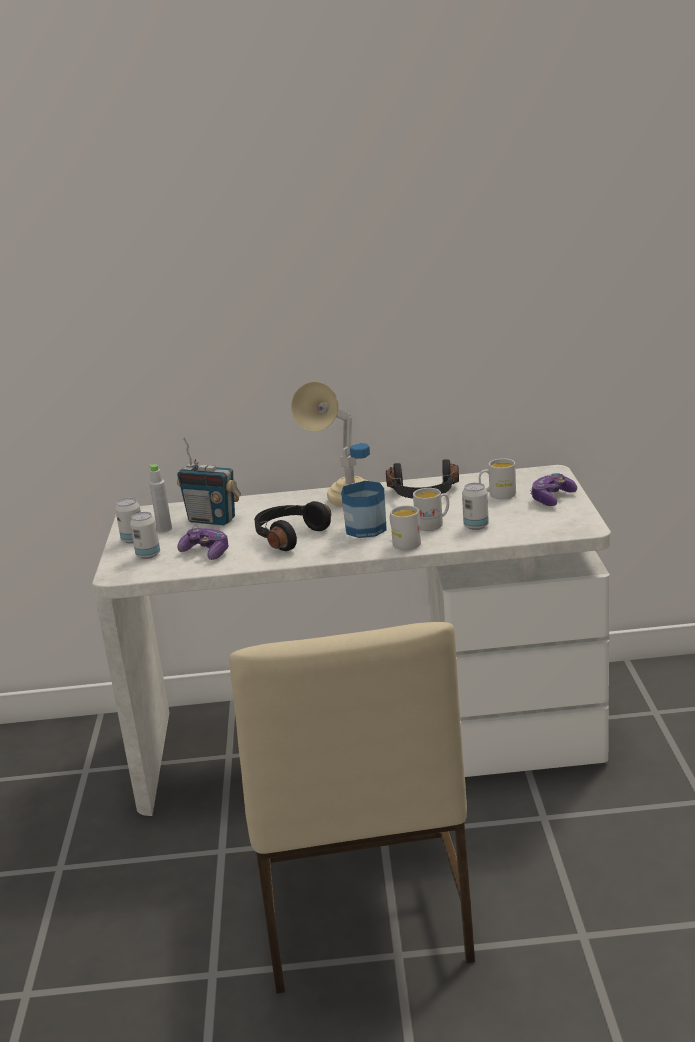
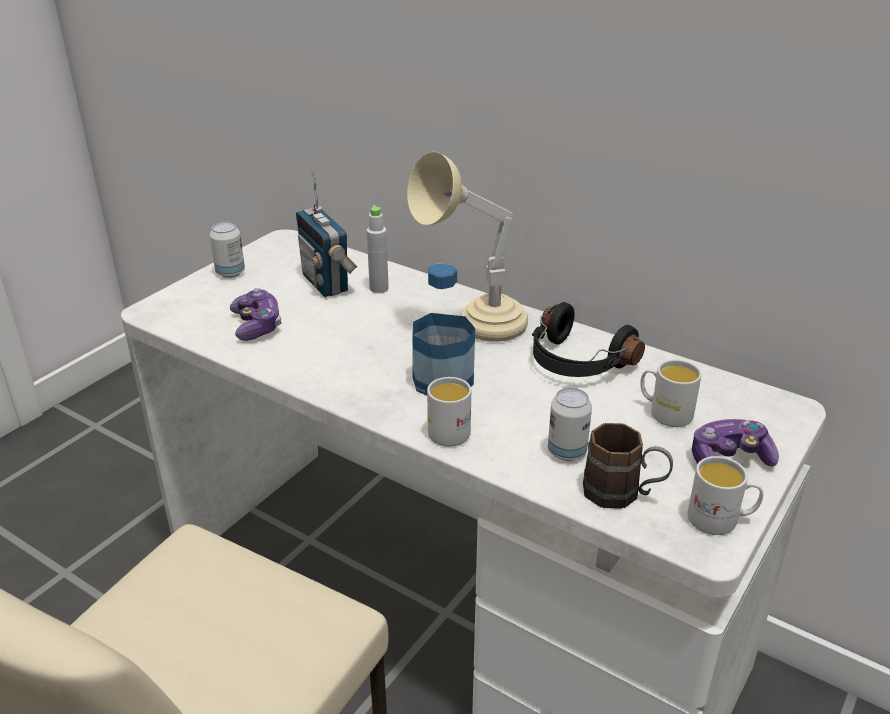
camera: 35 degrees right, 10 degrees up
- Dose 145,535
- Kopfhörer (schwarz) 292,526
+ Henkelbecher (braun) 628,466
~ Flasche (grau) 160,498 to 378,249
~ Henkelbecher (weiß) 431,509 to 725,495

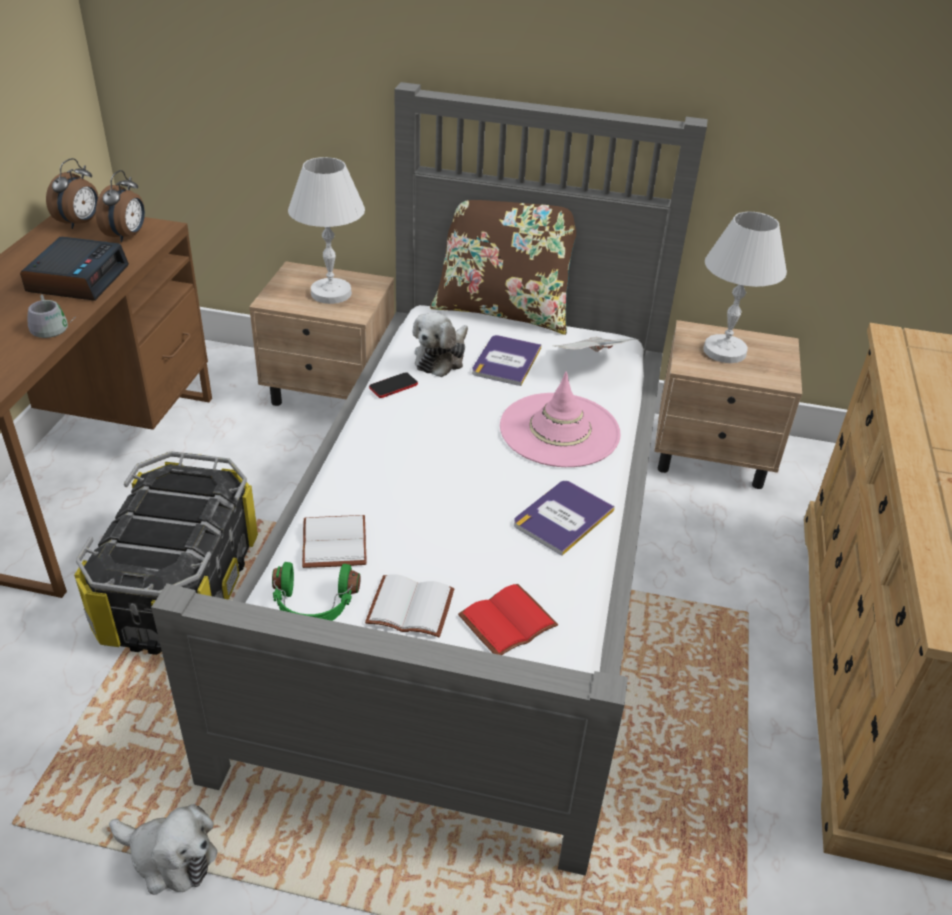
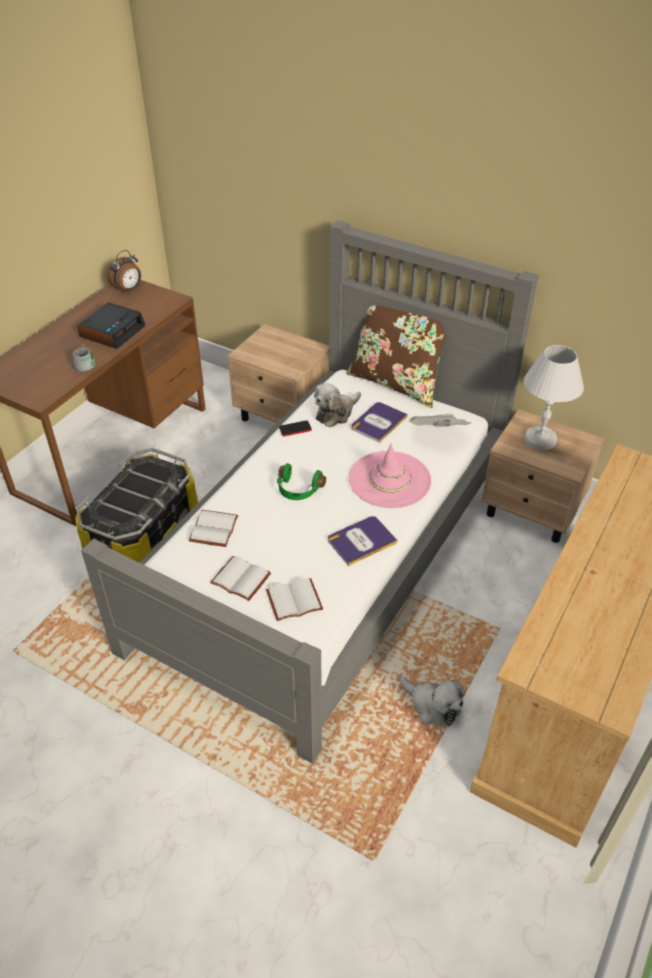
camera: 20 degrees right, 5 degrees up
- Wecker 120,206
- Tischlampe (weiß) 326,230
~ Plüschtier 163,849 to 432,701
~ Kopfhörer (grün) 316,591 to 301,481
~ Buch (rot) 508,619 to Buch (weiß) 294,599

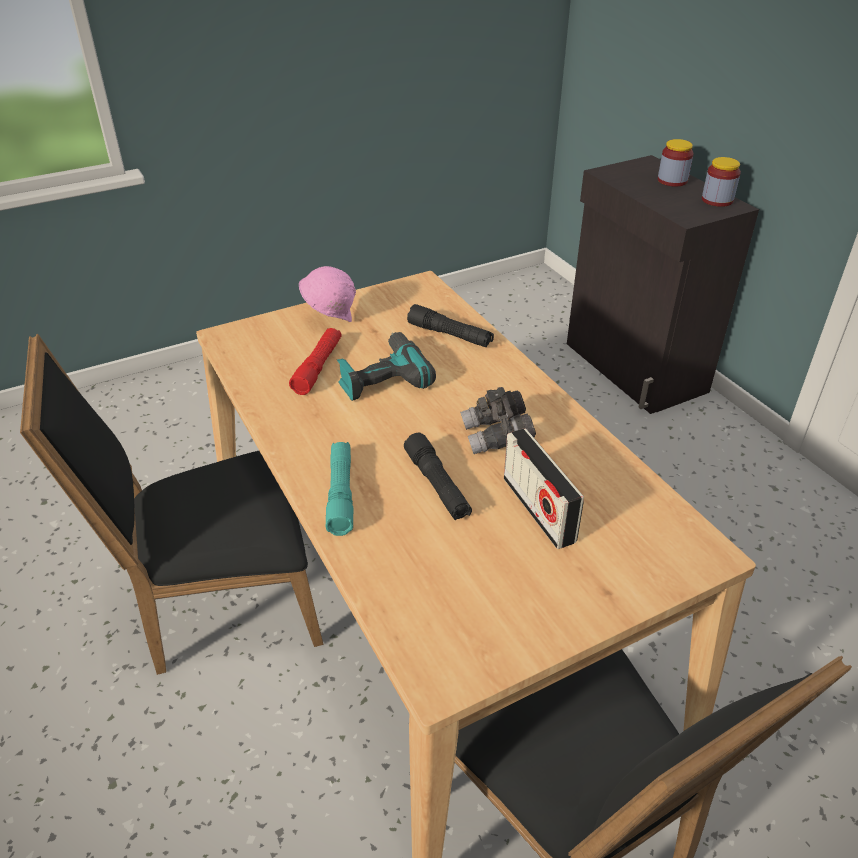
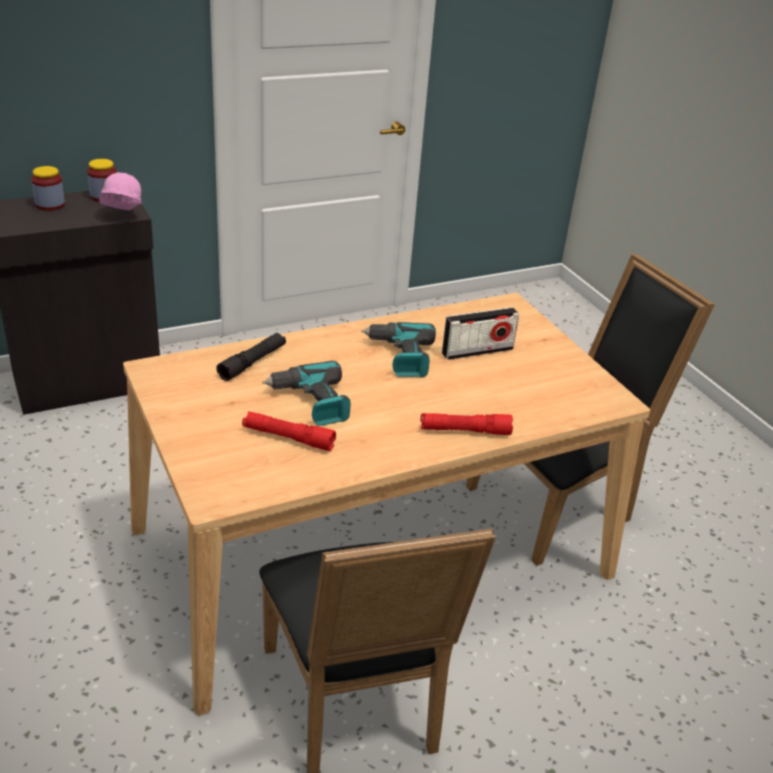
camera: 90 degrees left, 5 degrees down
- Taschenlampe (schwarz) 438,477
~ Schutzhelm (rosa) 327,294 to 120,191
~ Fernglas (grau) 498,420 to Bohrmaschine 398,349
~ Taschenlampe (türkis) 339,489 to Taschenlampe (rot) 467,424

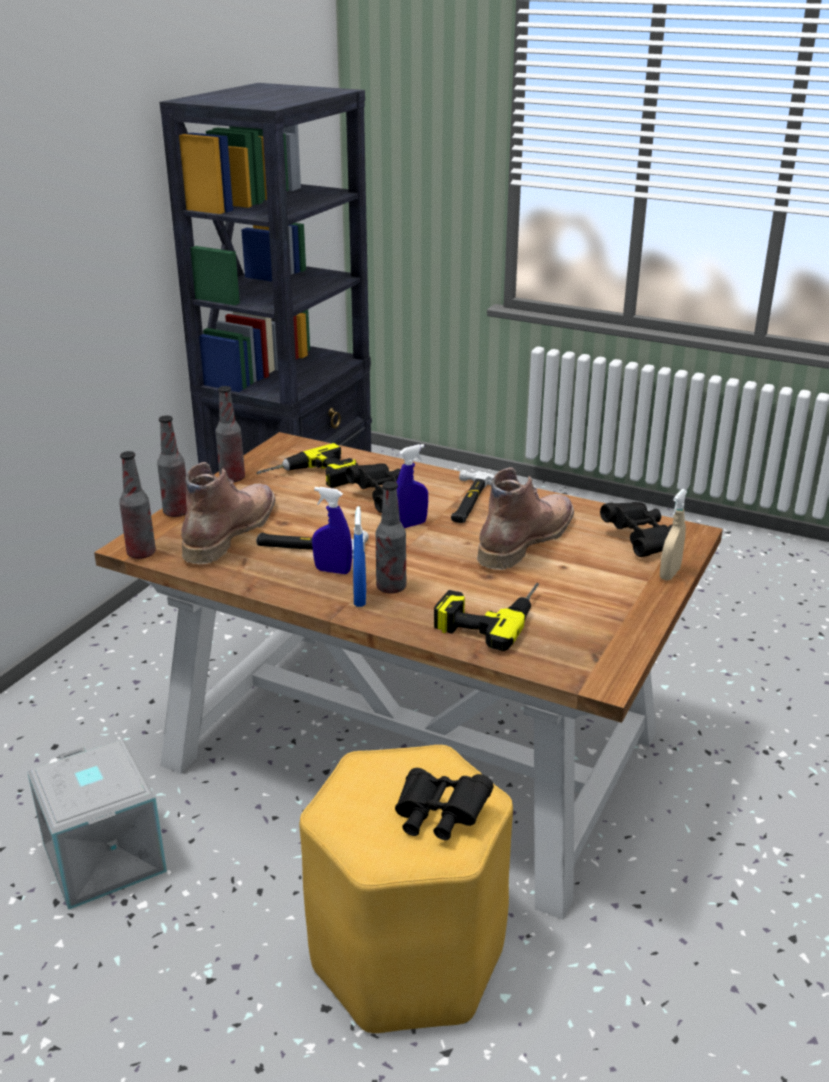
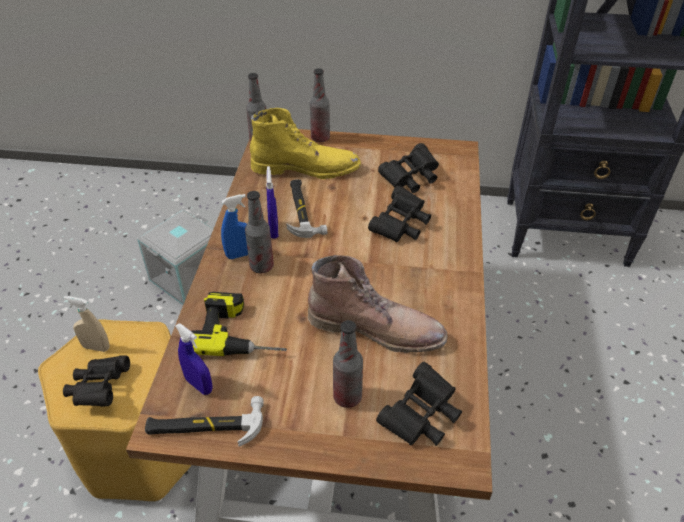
camera: 70 degrees right, 15 degrees up
~ Flasche 230,434 to 348,364
~ Sprühflasche (blau) 412,486 to 193,359
~ Hammer 472,496 to 204,421
~ Sprühflasche (beige) 673,535 to 87,324
~ Bohrmaschine 307,465 to Fernglas (schwarz) 408,168
~ Stiefel (braun) 228,513 to Stiefel (gelb) 305,143

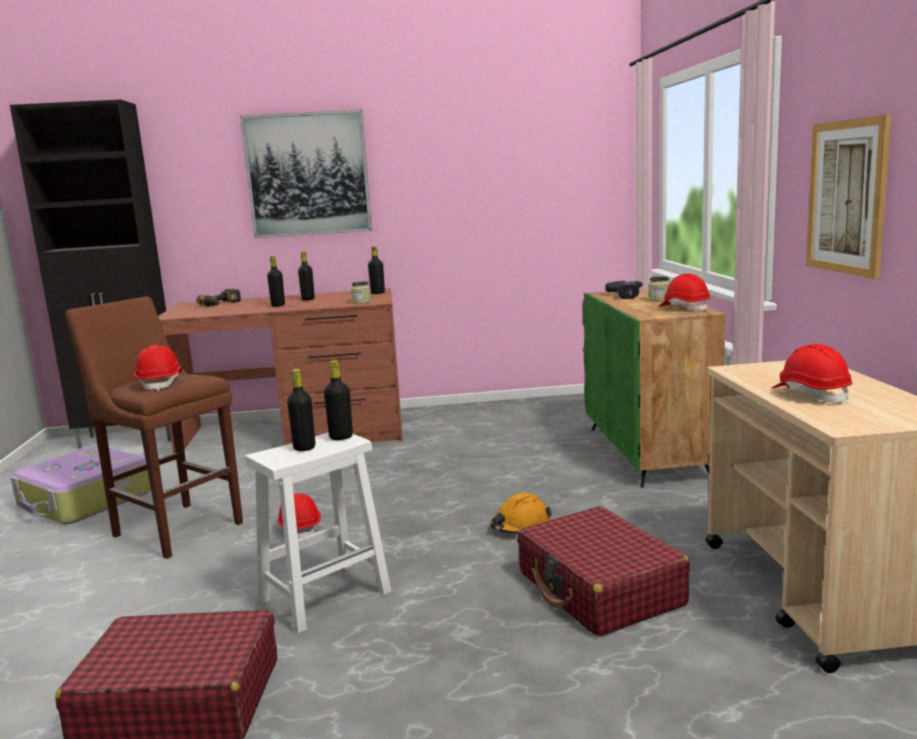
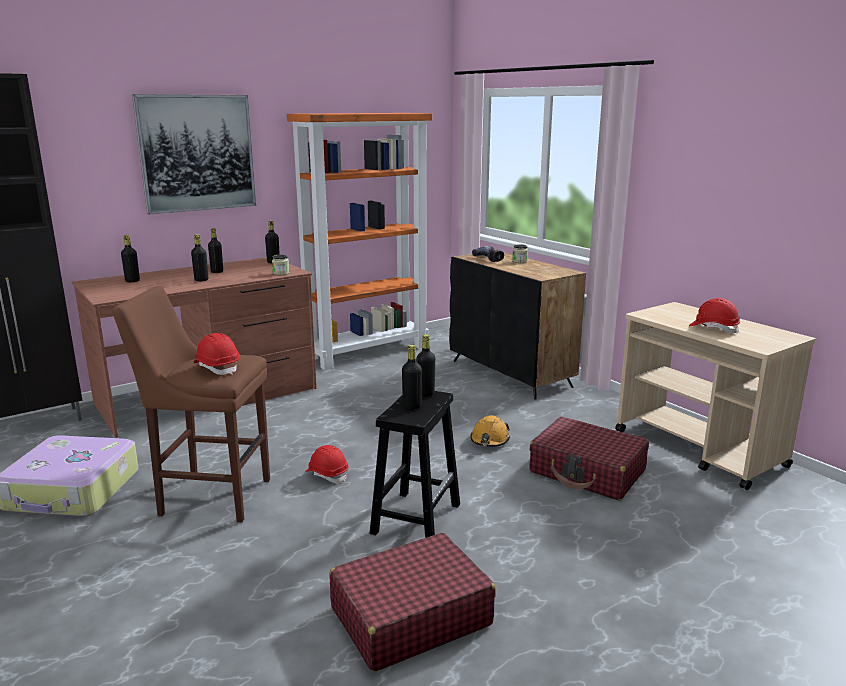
camera: 30 degrees left, 5 degrees up
- Schutzhelm (rot) 685,292
- Bild 848,196
+ Bücherregal (orange) 359,241
~ Bohrmaschine 218,298 to Flasche (schwarz) 130,258
~ Hocker (weiß) 318,533 to Hocker (schwarz) 415,464
~ Schrank (grün) 654,388 to Schrank (schwarz) 517,326

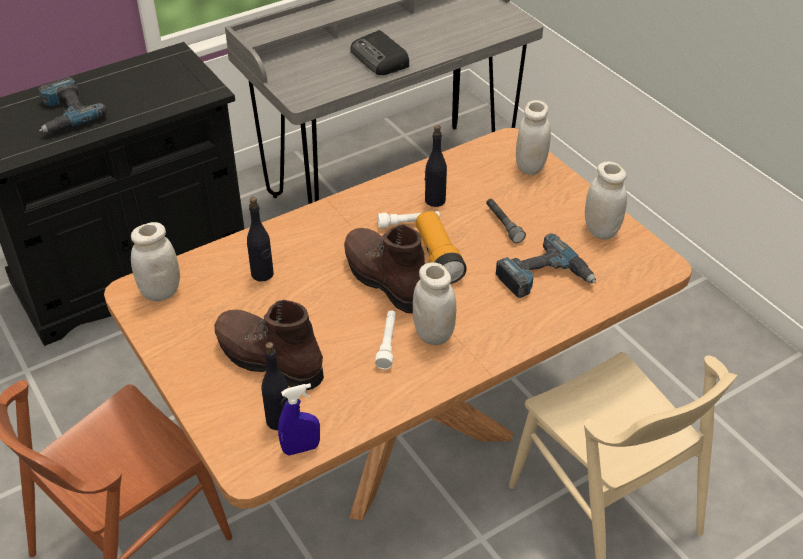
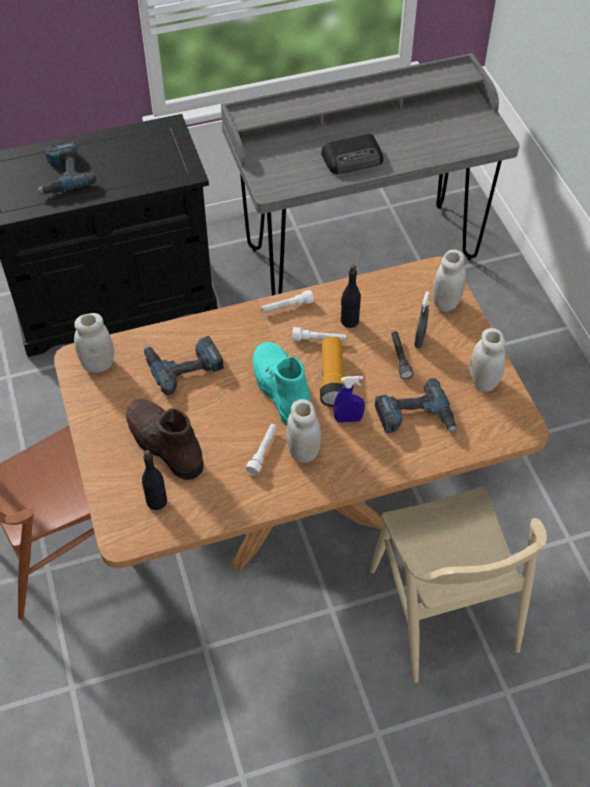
camera: 15 degrees right, 10 degrees up
+ Taschenlampe (weiß) 287,301
+ Sprühflasche (grau) 422,319
~ Sprühflasche (blau) 299,419 to 349,399
~ Flasche (schwarz) 260,239 to Bohrmaschine 184,365
~ Stiefel (braun) 384,269 to Stiefel (türkis) 282,384
~ Radio 379,52 = 352,154 90 degrees counterclockwise

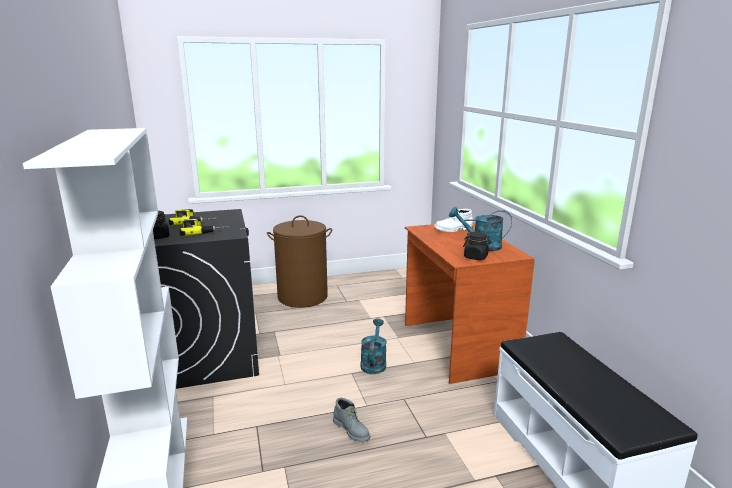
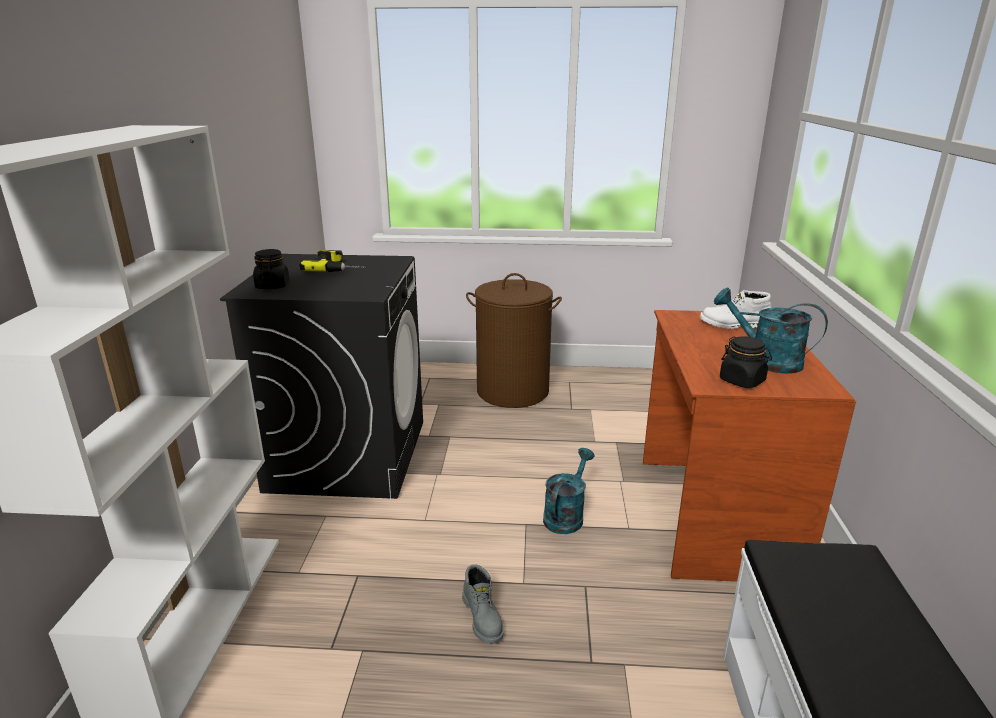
camera: 20 degrees right, 5 degrees up
- Bohrmaschine 205,227

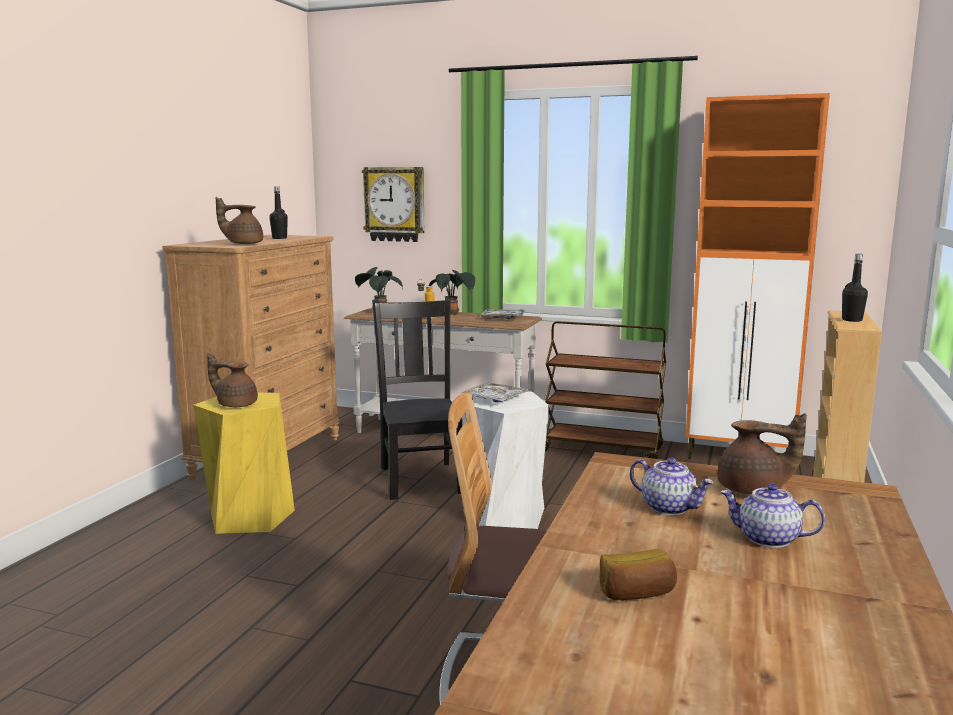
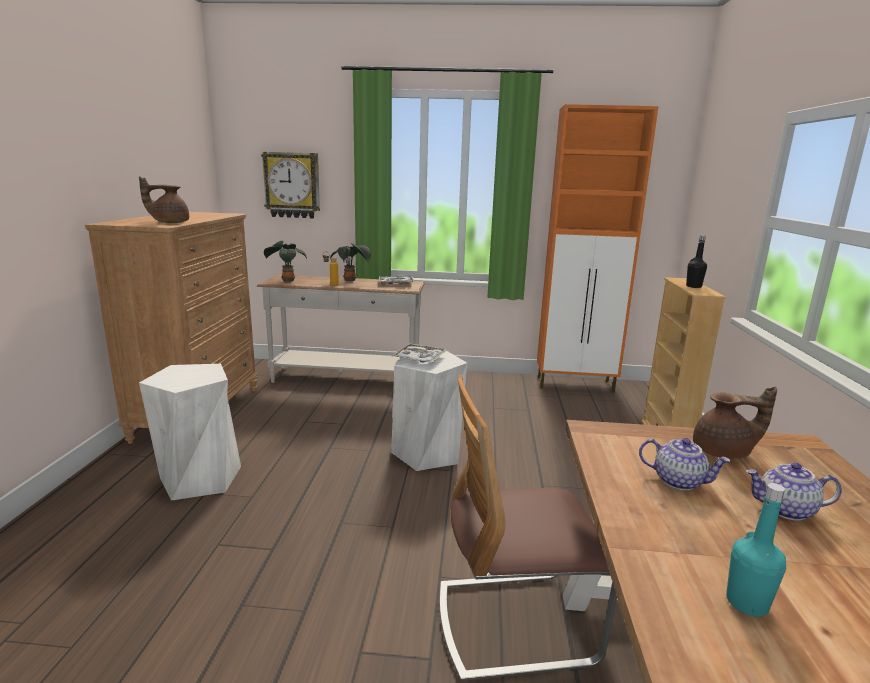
camera: 15 degrees left, 5 degrees up
- Teekanne (braun) 232,380
- Flasche (schwarz) 278,213
- Stuhl (schwarz) 417,398
- Rollwagen (braun) 605,390
~ Brot 638,574 to Flasche (türkis) 756,550
~ Hocker (gelb) 244,463 to Hocker (weiß) 190,432

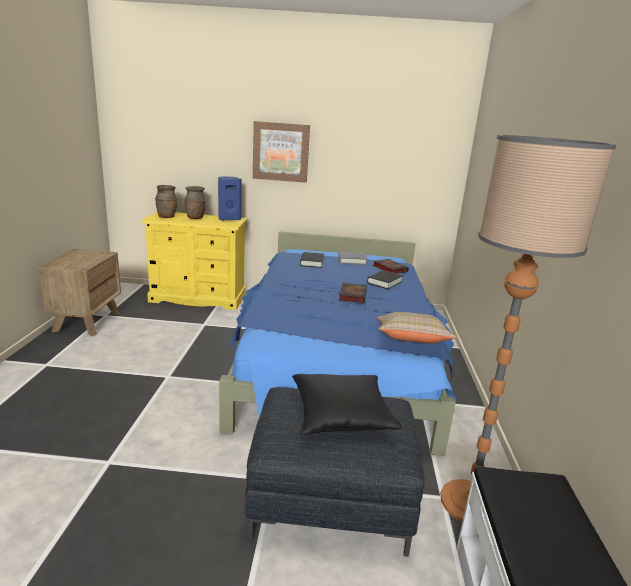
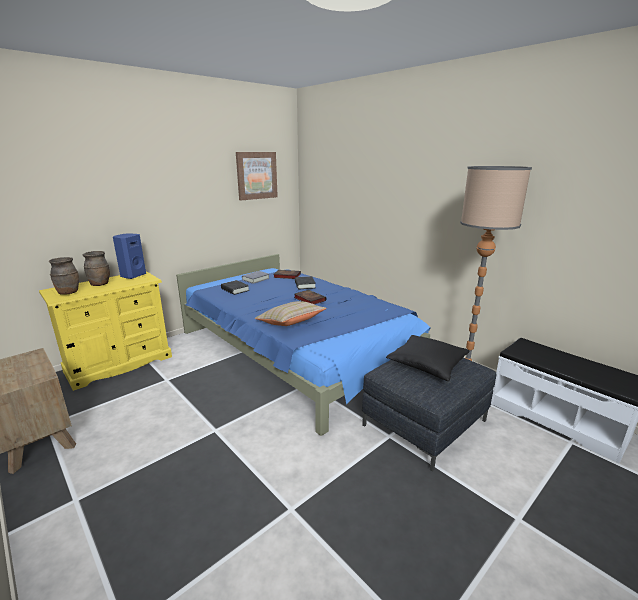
camera: 45 degrees left, 0 degrees up
~ Bild 281,152 to 257,176
~ Kissen (beige) 416,327 to 290,313

